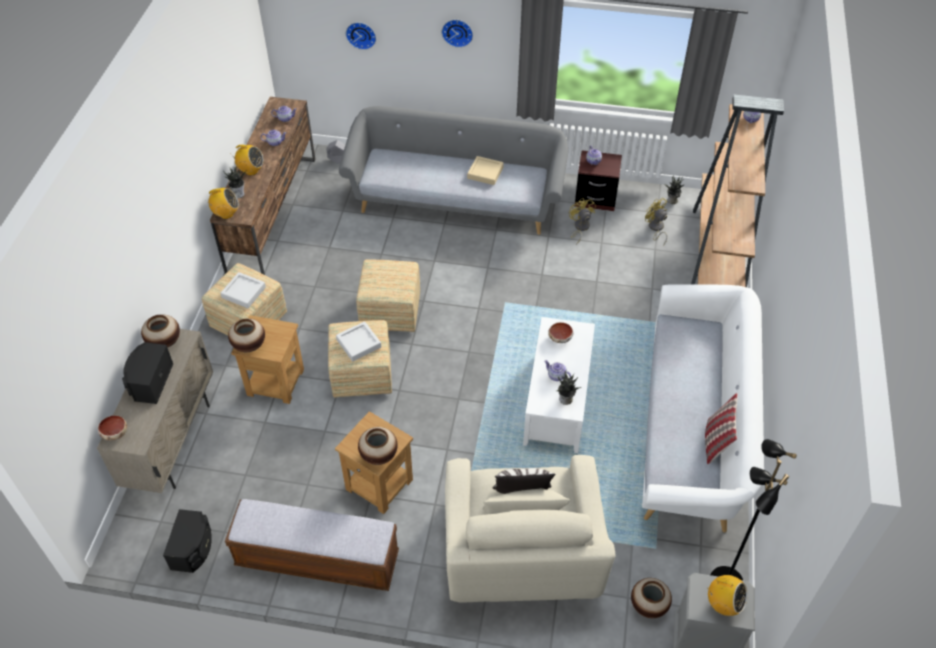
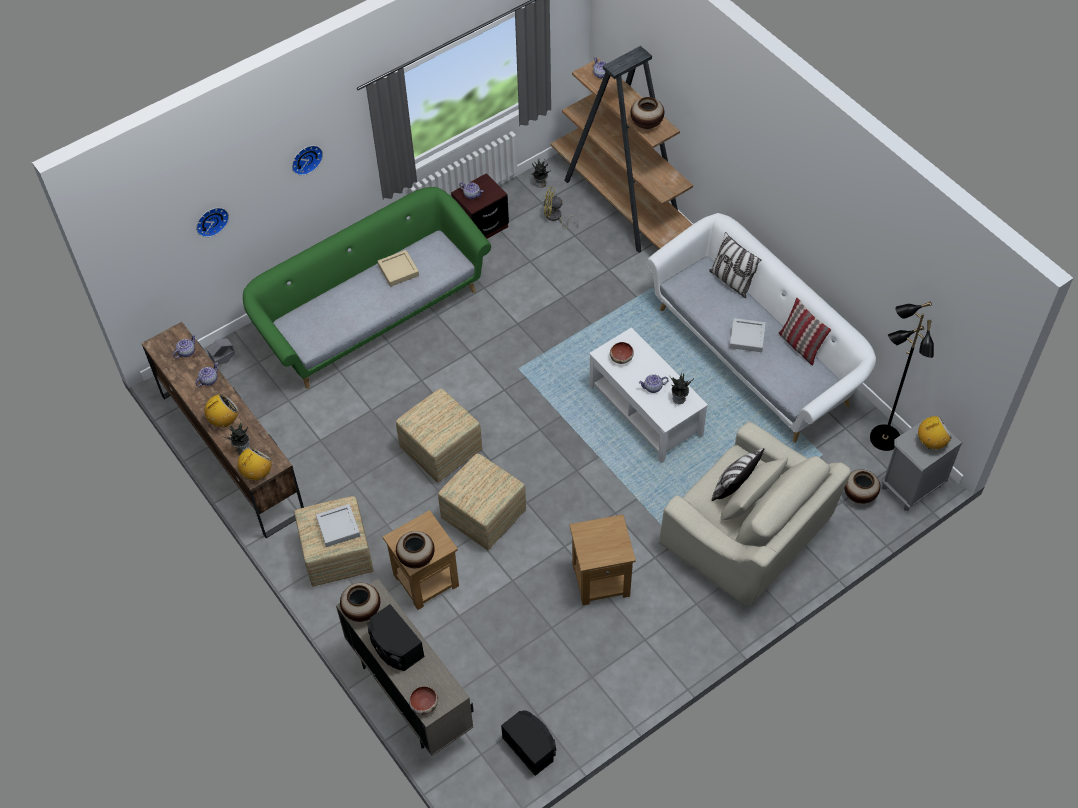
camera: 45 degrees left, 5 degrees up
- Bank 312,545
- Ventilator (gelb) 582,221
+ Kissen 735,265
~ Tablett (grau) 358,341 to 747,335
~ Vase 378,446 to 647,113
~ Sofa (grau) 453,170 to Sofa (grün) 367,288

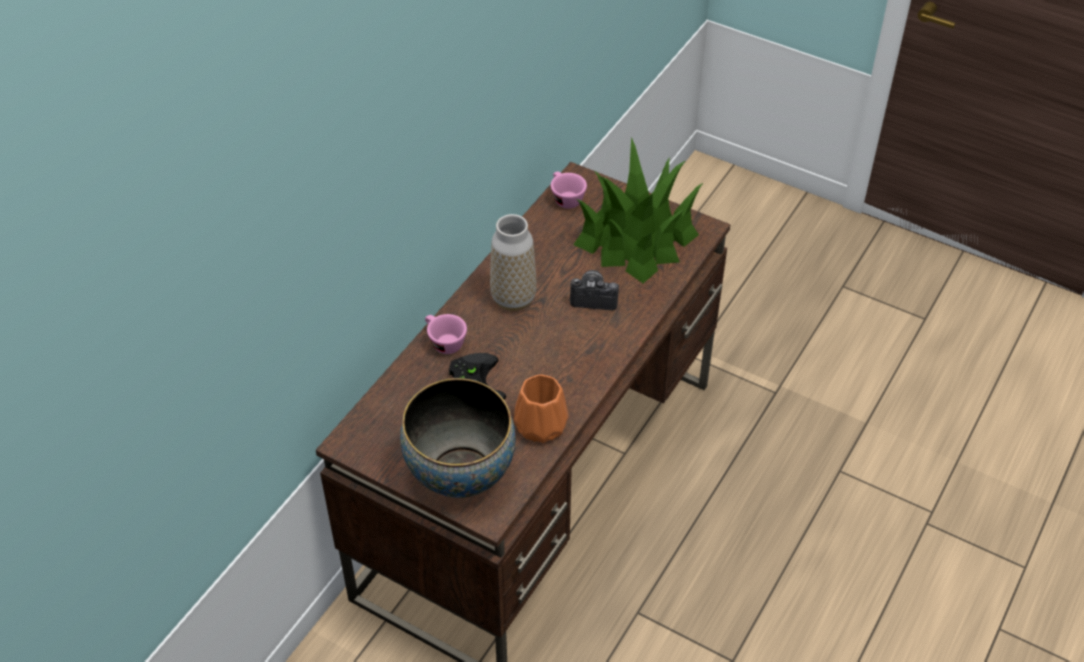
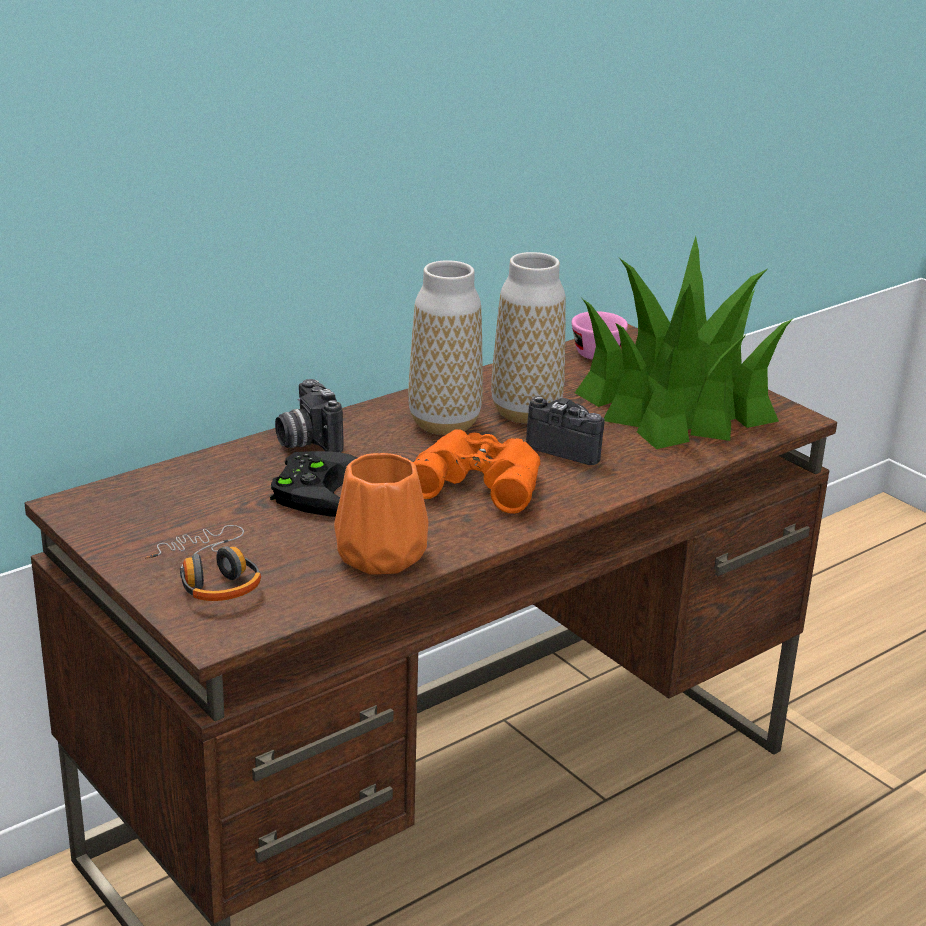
camera: 20 degrees right, 20 degrees down
+ Fernglas (orange) 476,472
+ Vase 528,338
~ Schüssel 458,438 to Kopfhörer 203,563
~ Tasse (rosa) 446,334 to Kamera 309,416

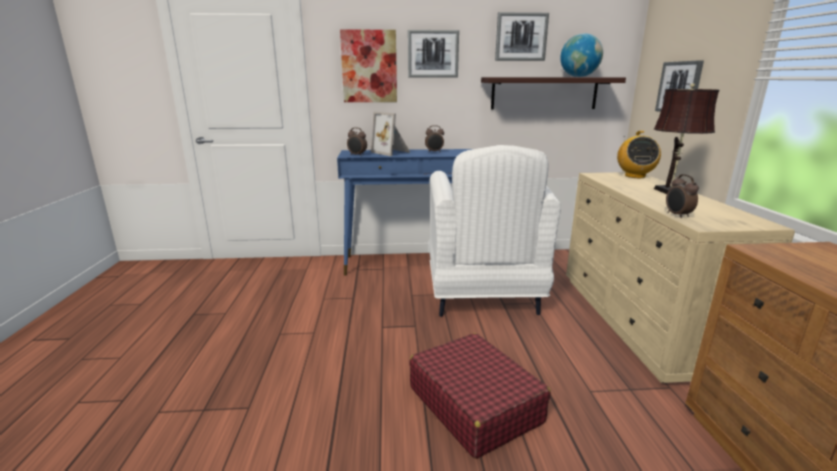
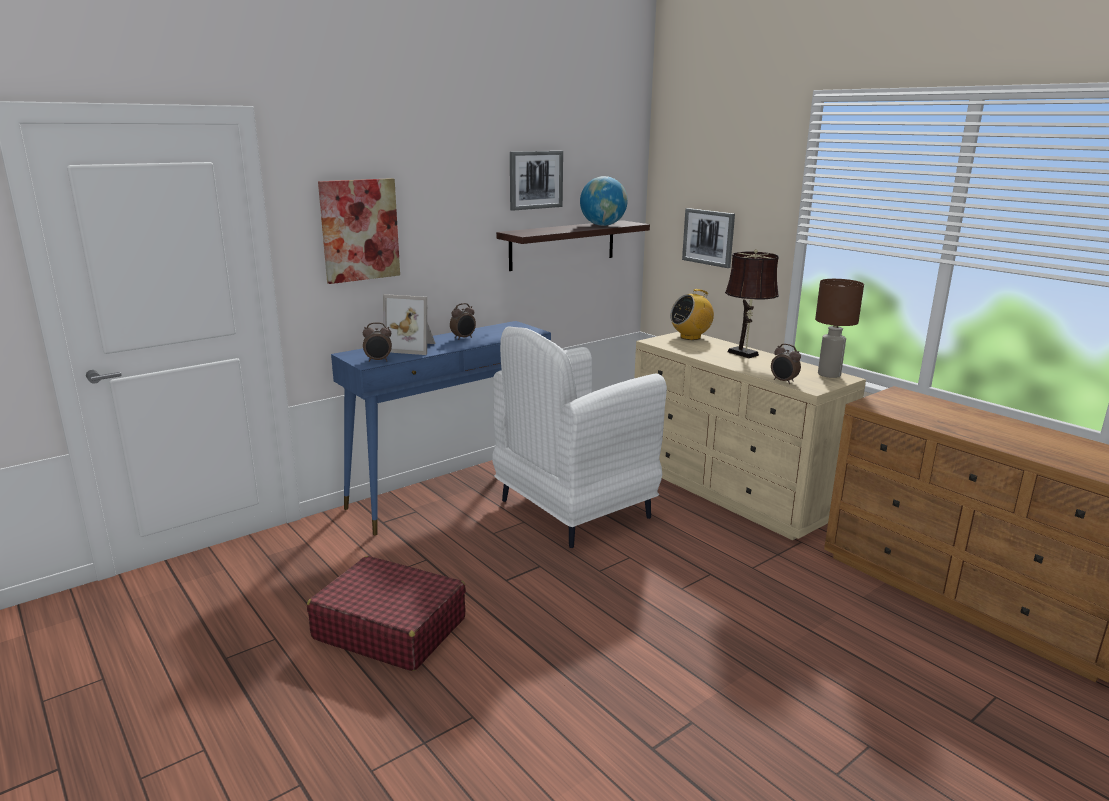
camera: 35 degrees left, 0 degrees up
- Bild 433,54
+ Tischlampe (braun) 839,328
~ Koffer (rot) 480,396 to 386,613
~ Sessel (weiß) 495,231 = 579,437 90 degrees clockwise
~ Radio 639,154 = 692,314 90 degrees clockwise

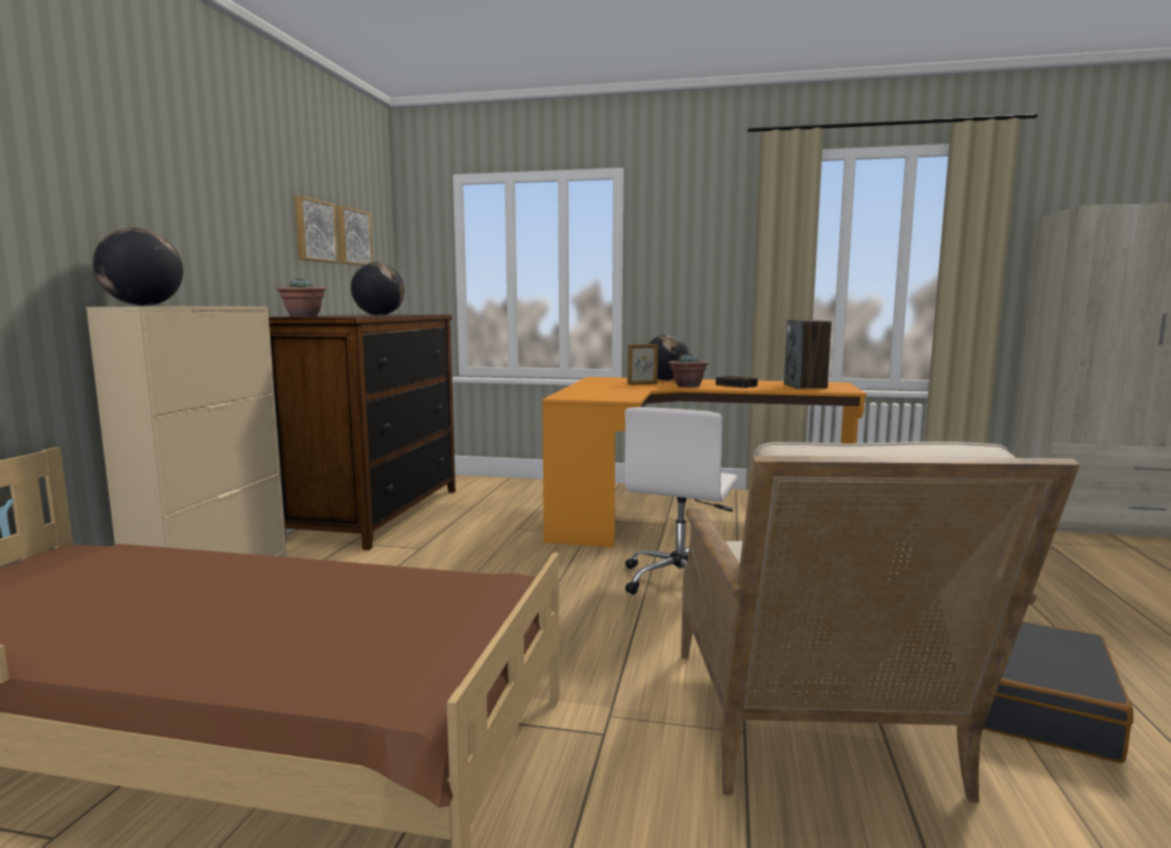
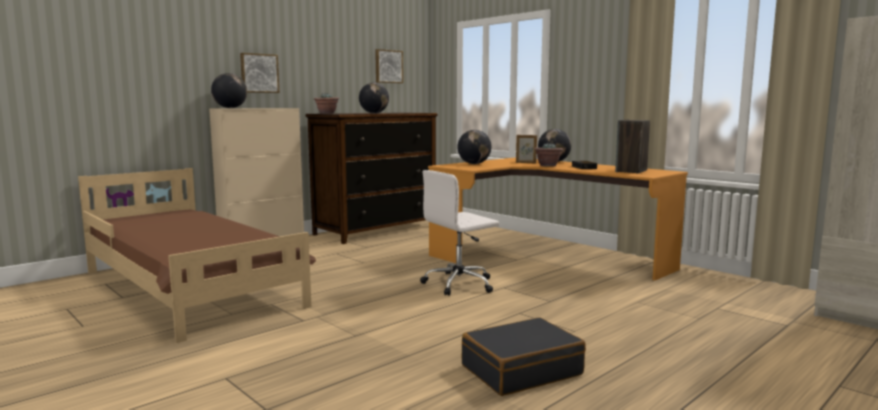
camera: 35 degrees right, 0 degrees up
- Sessel (beige) 880,622
+ Globus 474,147
~ Bild 316,229 to 260,73

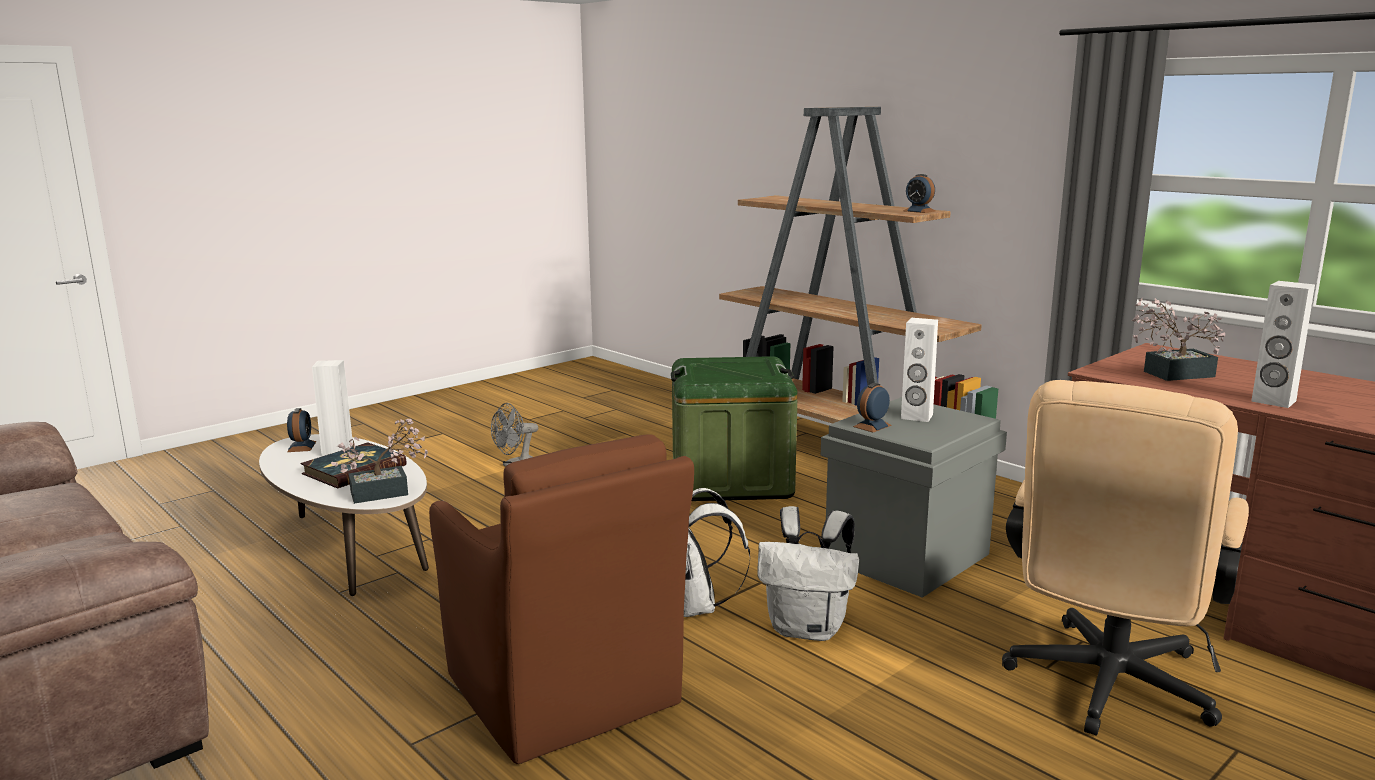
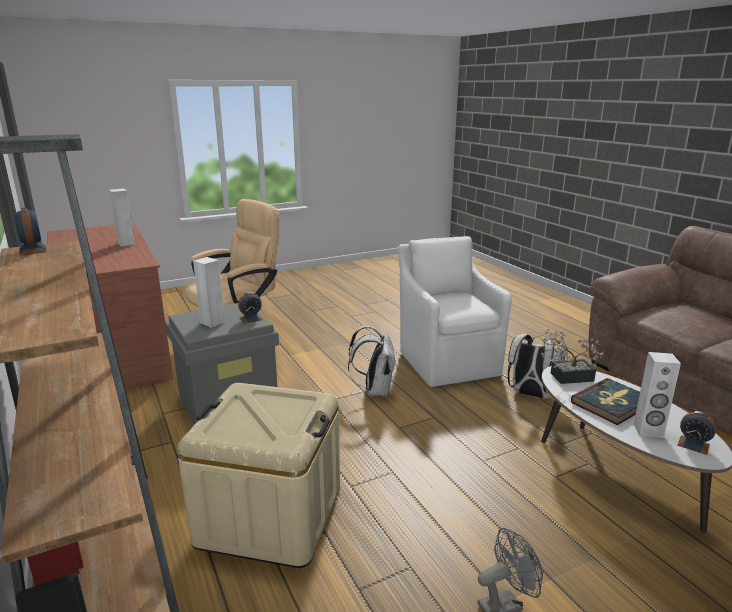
camera: 165 degrees left, 5 degrees up
- Topfpflanze 1178,339
~ Rucksack (weiß) 808,573 to 537,366
~ Sessel (braun) 561,599 to Sessel (weiß) 455,311
~ Aufbewahrungsbox (grün) 734,428 to Aufbewahrungsbox (beige) 258,475
~ Wecker 301,430 = 696,433 60 degrees counterclockwise

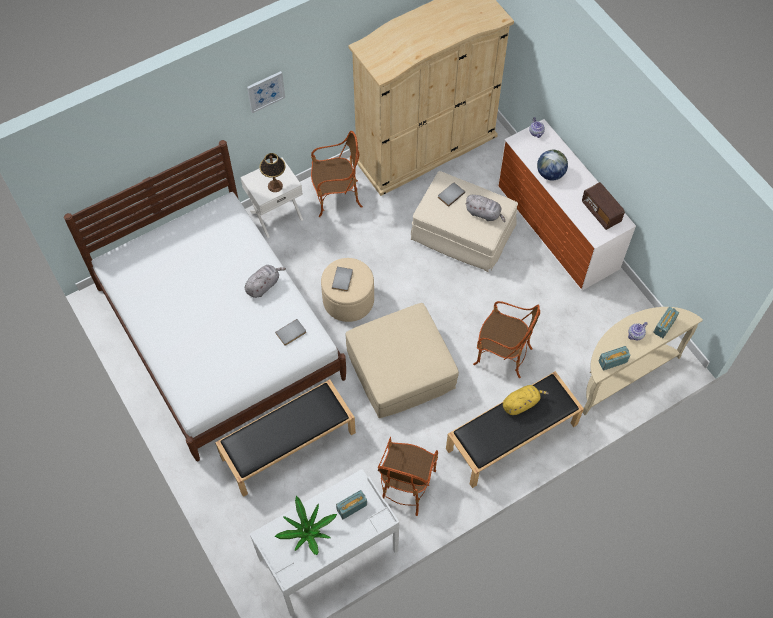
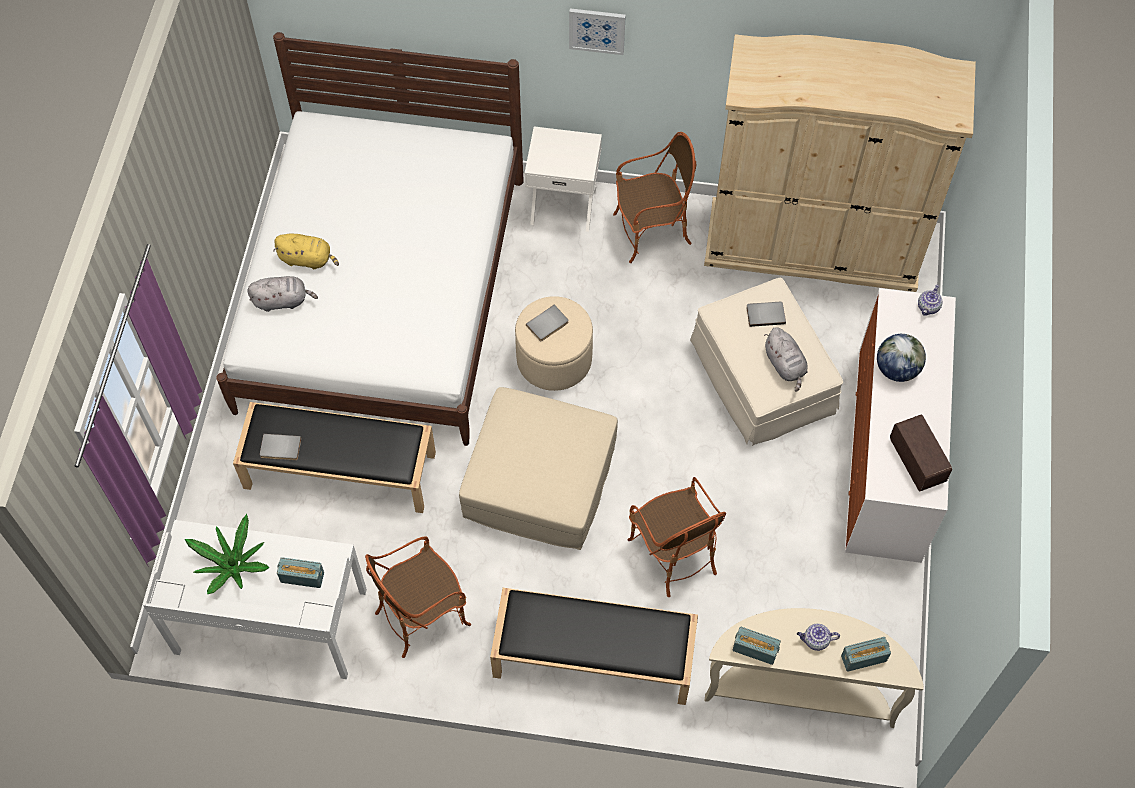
camera: 40 degrees right, 0 degrees up
- Tischlampe 272,172
~ Plüschtier (grau) 265,281 to 282,294
~ Buch (grau) 290,332 to 280,447
~ Plüschtier (gelb) 526,400 to 306,251
~ Sessel 337,174 = 654,197 45 degrees counterclockwise
~ Radio 603,206 = 921,453 150 degrees clockwise

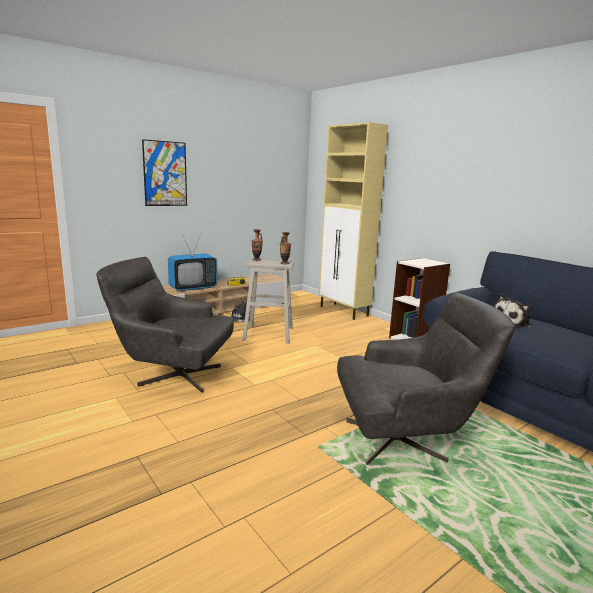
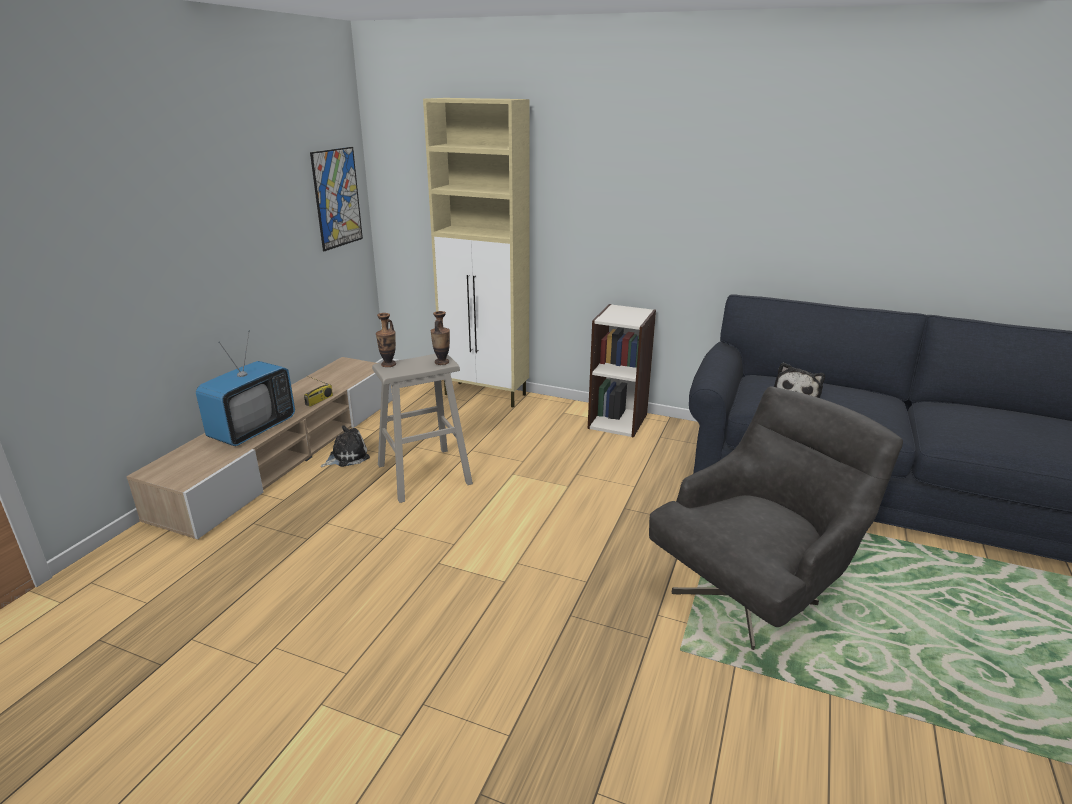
camera: 30 degrees left, 10 degrees up
- Sessel (grau) 165,325
~ Bild 164,172 to 336,199

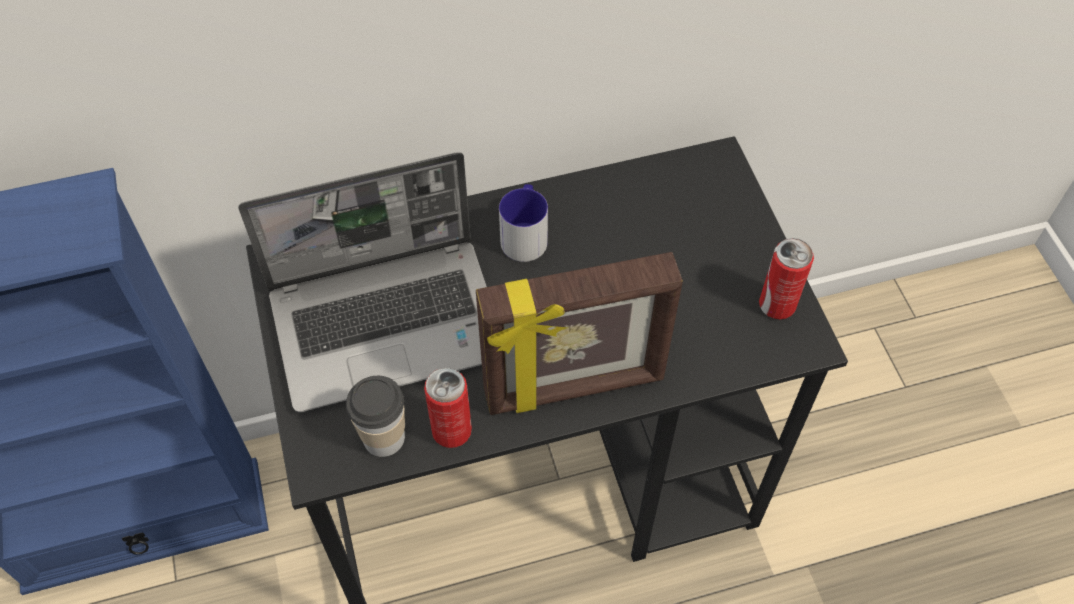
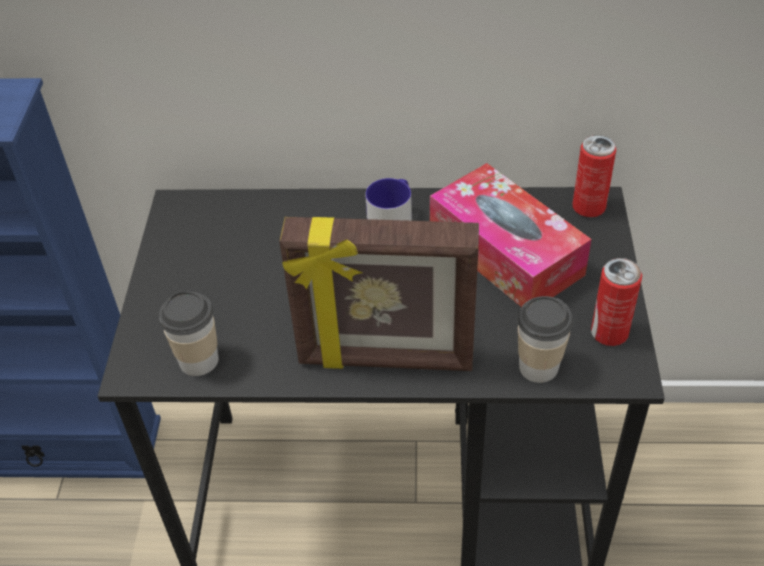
camera: 20 degrees right, 10 degrees down
- Laptop 362,282
+ Taschentuchbox 511,235
+ Tasse 545,339
~ Dose 448,408 to 594,176

